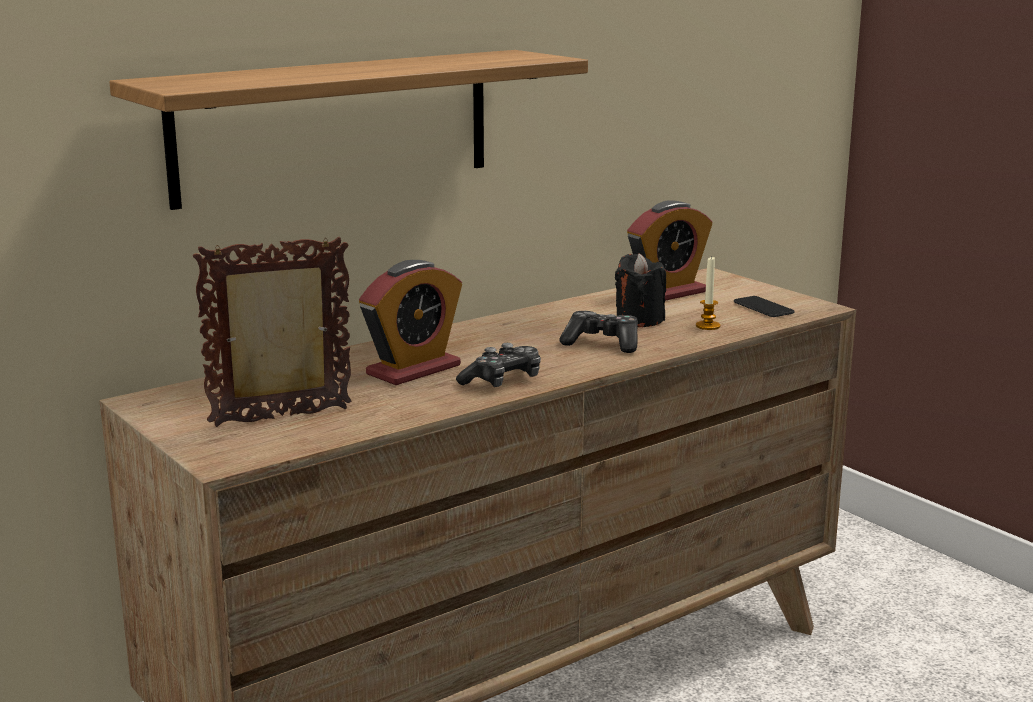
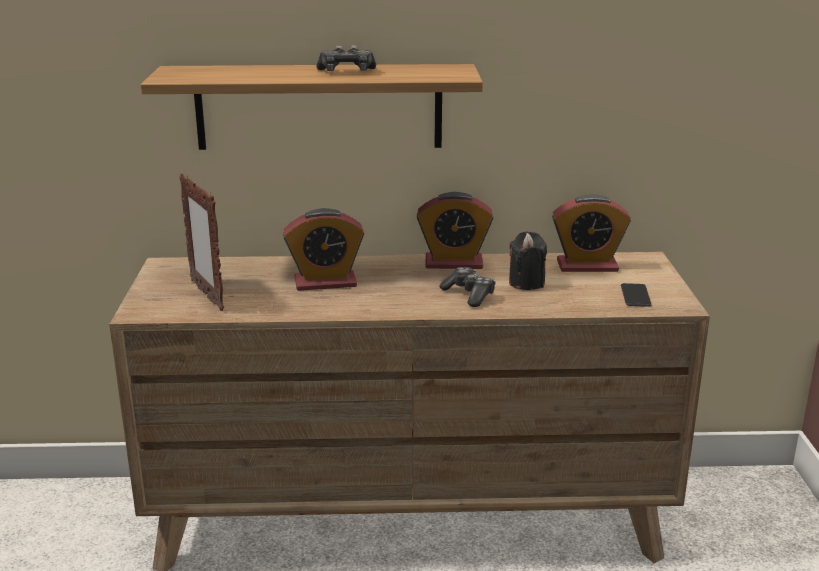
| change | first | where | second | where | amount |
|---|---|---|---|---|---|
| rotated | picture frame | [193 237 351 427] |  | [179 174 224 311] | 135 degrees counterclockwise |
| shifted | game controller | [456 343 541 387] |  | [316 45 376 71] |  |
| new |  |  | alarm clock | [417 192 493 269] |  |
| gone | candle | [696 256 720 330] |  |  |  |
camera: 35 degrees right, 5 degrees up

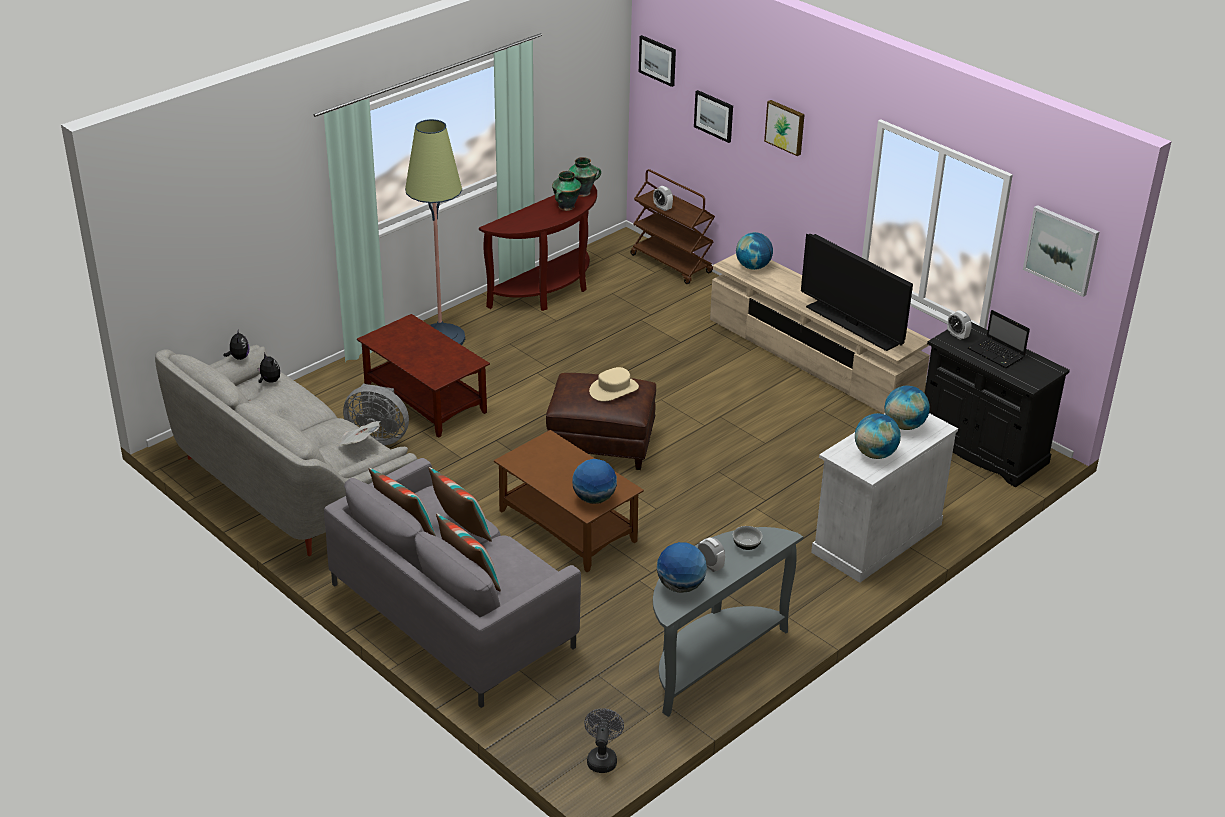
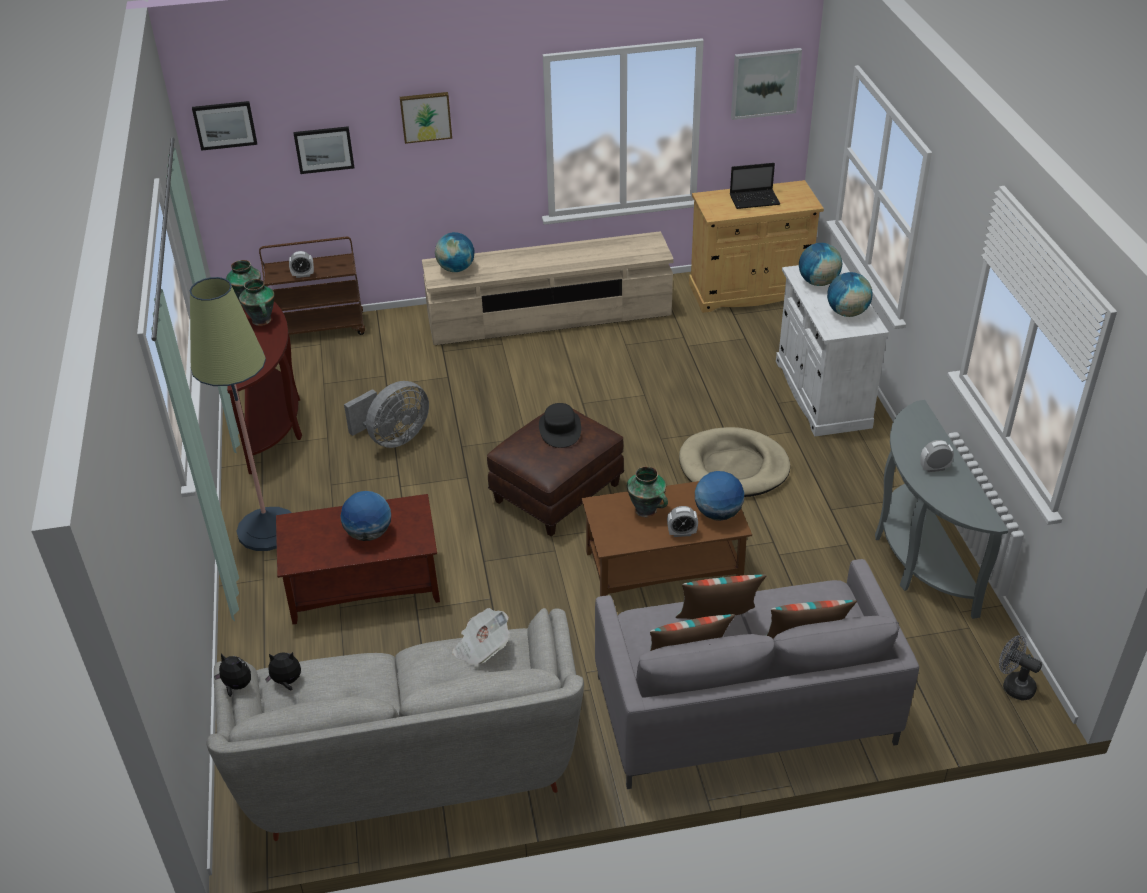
| change | first | where | second | where | amount |
|---|---|---|---|---|---|
| shifted | globe | [657 542 707 593] |  | [341 491 391 541] |  |
| shifted | grey fan | [343 384 409 445] |  | [344 381 429 448] |  |
| repainted | beige hat | [589 367 639 401] | black hat | [539 403 581 448] |  |
| new |  |  | vase | [627 466 668 517] |  |
| shifted | alarm clock | [947 310 972 340] |  | [667 506 698 537] |  |
| new |  |  | beige dog bed | [679 427 790 497] |  |
| repainted | black cabinet | [925 322 1070 487] | beige cabinet | [689 180 824 313] |  |
| gone | bowl | [733 526 763 550] |  |  |  |
| gone | television | [801 233 913 351] |  |  |  |
camera: 55 degrees left, 5 degrees up

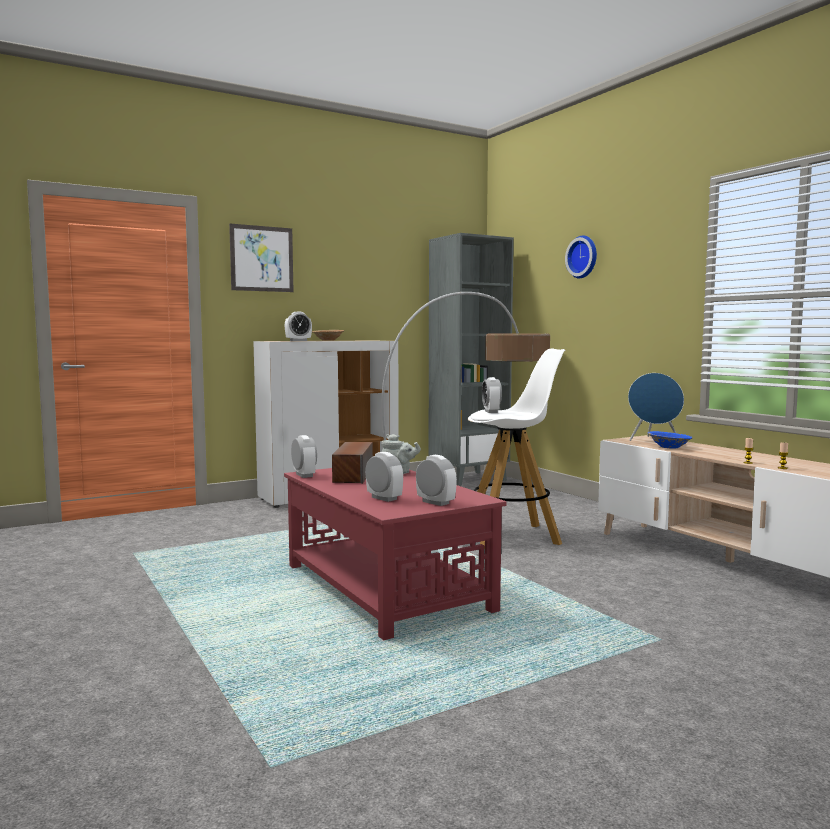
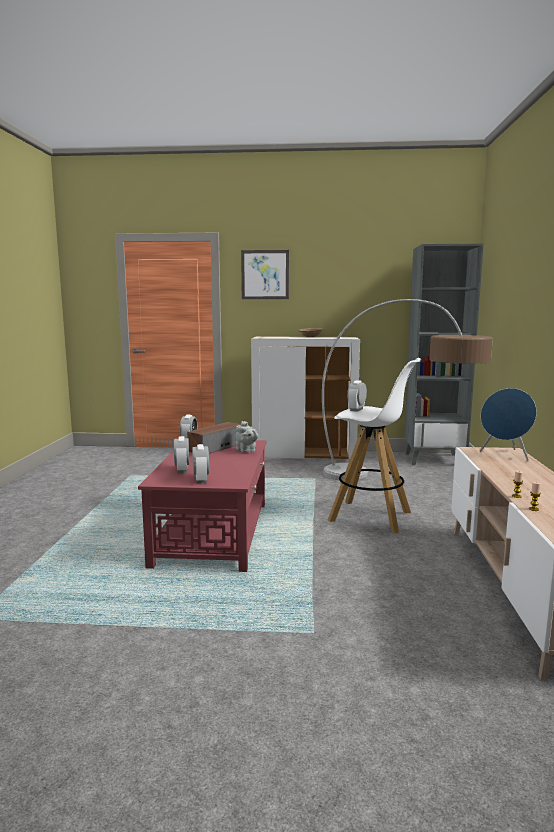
| change | first | where | second | where | amount |
|---|---|---|---|---|---|
| gone | alarm clock | [285 312 312 341] |  |  |  |
| gone | wall clock | [565 236 597 278] |  |  |  |
| gone | blue bowl | [647 431 693 449] |  |  |  |
camera: 35 degrees right, 5 degrees up

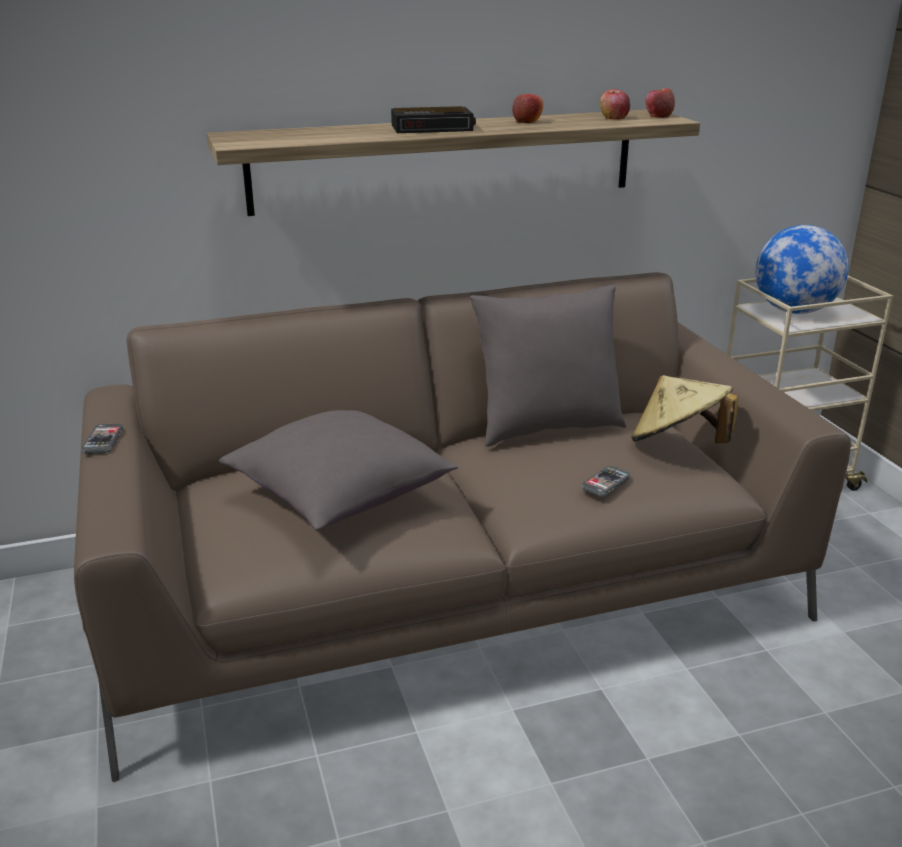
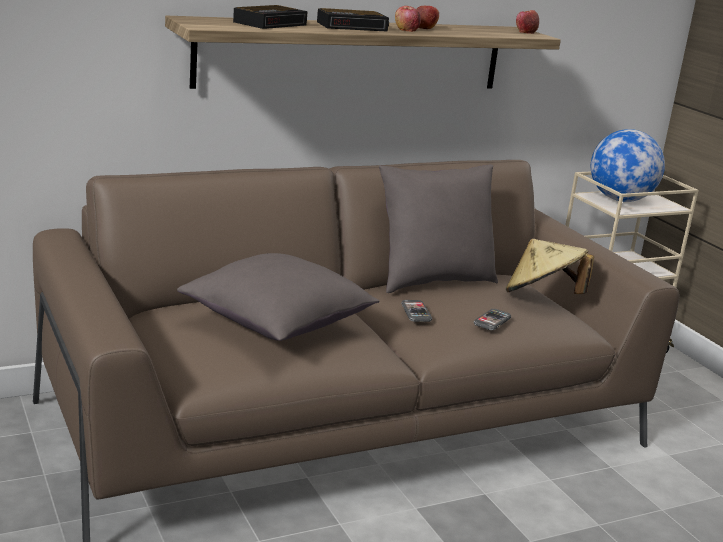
| change | first | where | second | where | amount |
|---|---|---|---|---|---|
| new |  |  | alarm clock | [233 5 308 29] |  |
| shifted | apple | [600 89 630 120] |  | [395 6 421 32] |  |
| shifted | phone | [81 424 124 454] |  | [401 300 432 322] |  |
camera: 10 degrees left, 5 degrees down

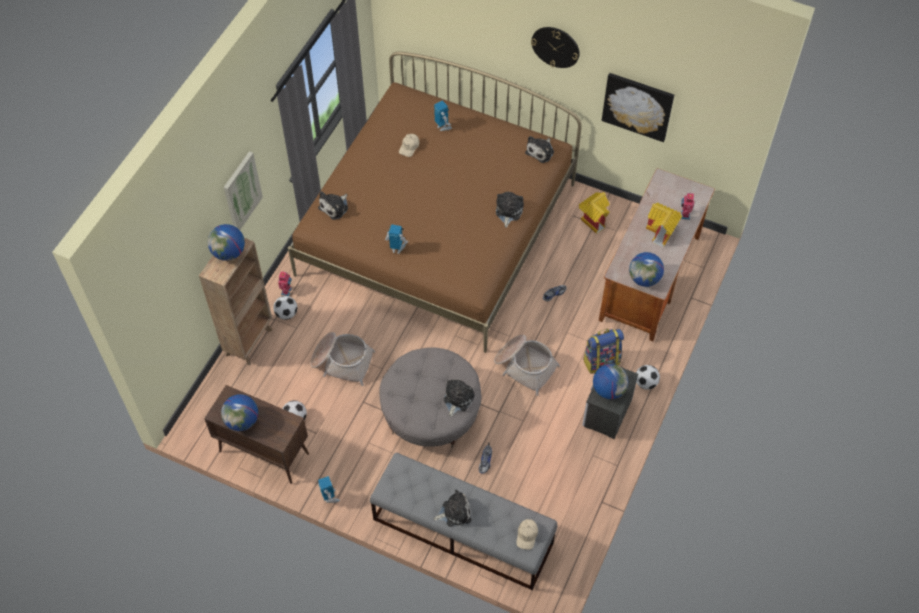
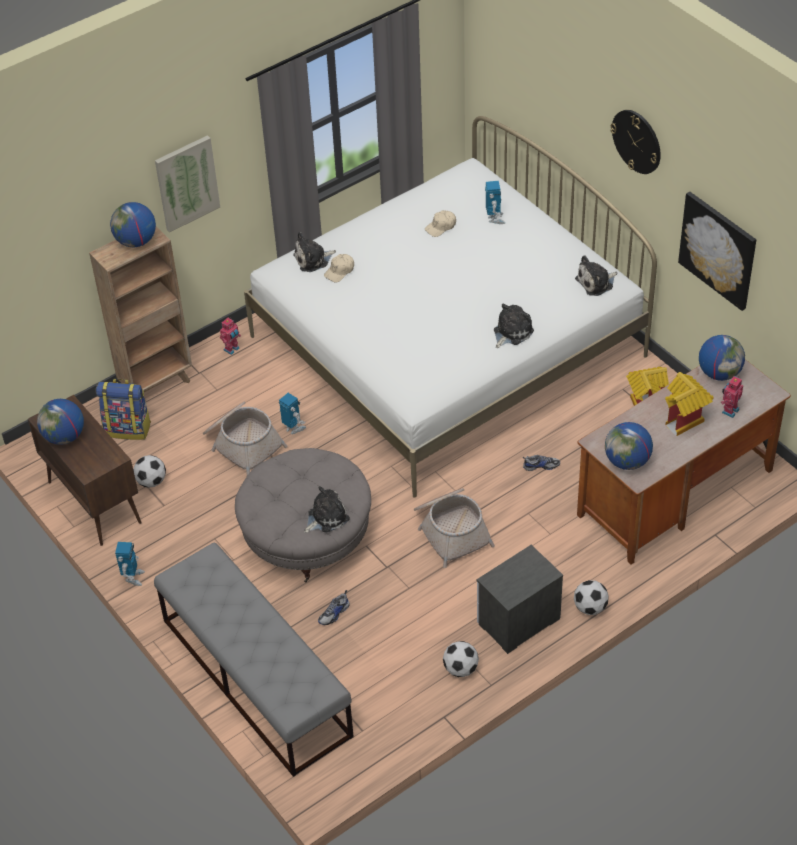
| change | first | where | second | where | amount |
|---|---|---|---|---|---|
| shifted | backpack | [583 329 624 374] |  | [96 379 151 440] |  |
| repainted | brown bed | [288 52 582 353] | white bed | [244 116 657 498] |  |
| shifted | toy robot | [385 224 408 254] |  | [279 393 306 434] |  |
| shifted | beige cap | [516 519 538 550] |  | [324 254 354 282] |  |
| shifted | football | [273 296 298 320] |  | [443 641 479 677] |  |
| shifted | globe | [593 364 629 399] |  | [699 335 745 381] |  |
| gone | plush toy | [433 490 472 527] |  |  |  |
camera: 30 degrees right, 10 degrees down

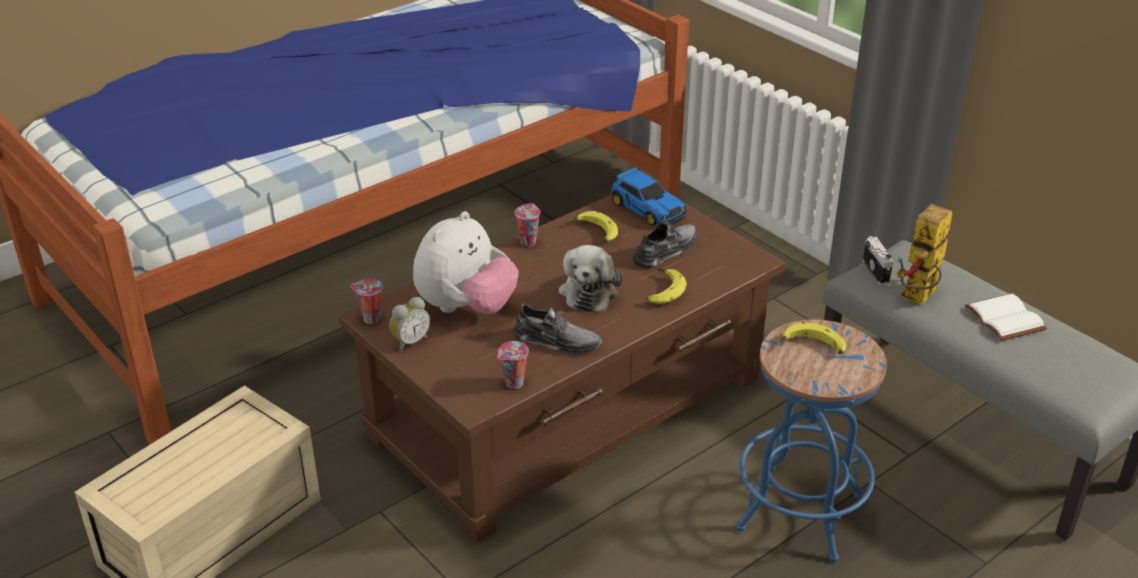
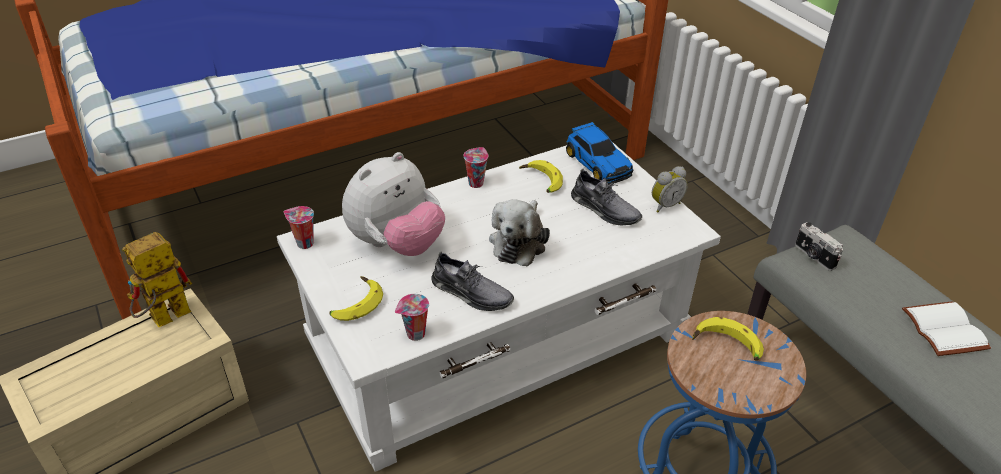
| change | first | where | second | where | amount |
|---|---|---|---|---|---|
| shifted | toy robot | [896 204 953 305] |  | [122 232 192 327] |  |
| repainted | brown coffee table | [338 194 786 543] | white coffee table | [277 142 721 472] |  |
| shifted | banana | [646 268 687 304] |  | [330 276 383 321] |  |
| rotated | grey shoe | [633 221 697 268] |  | [571 169 642 225] | 75 degrees clockwise |
| shifted | alarm clock | [389 297 430 351] |  | [652 166 688 212] |  |
| rotated | photo camera | [863 236 893 285] |  | [795 222 843 271] | 150 degrees clockwise |
camera: 10 degrees right, 5 degrees up

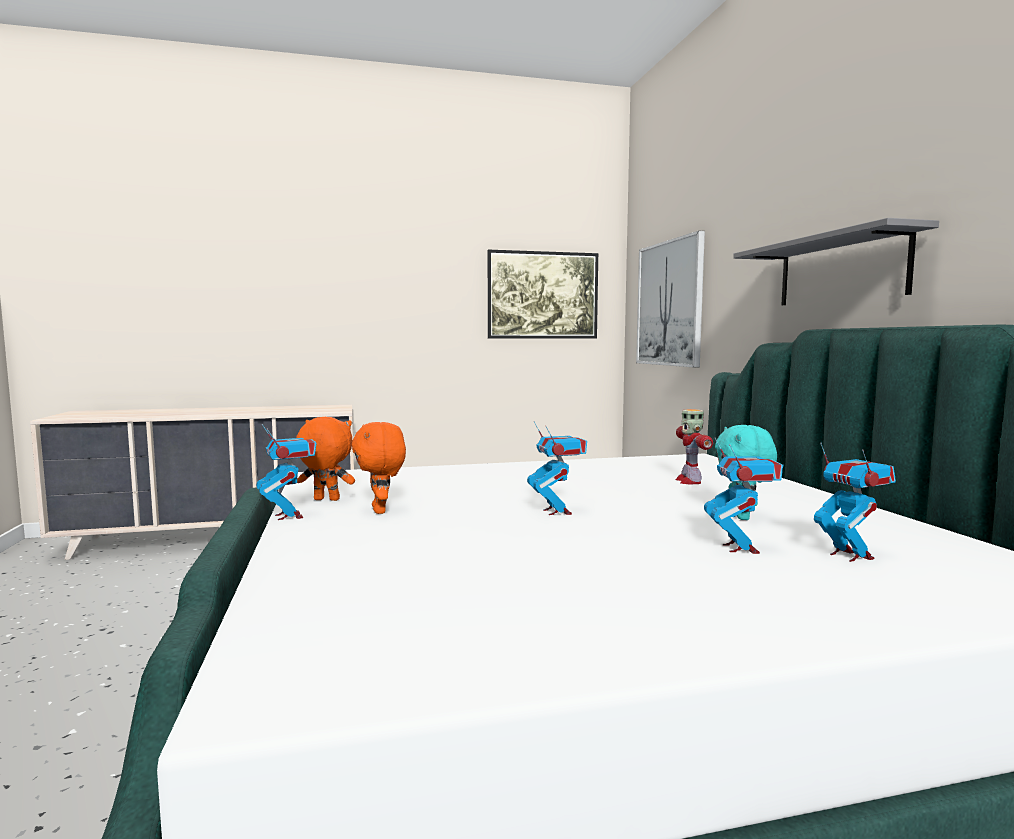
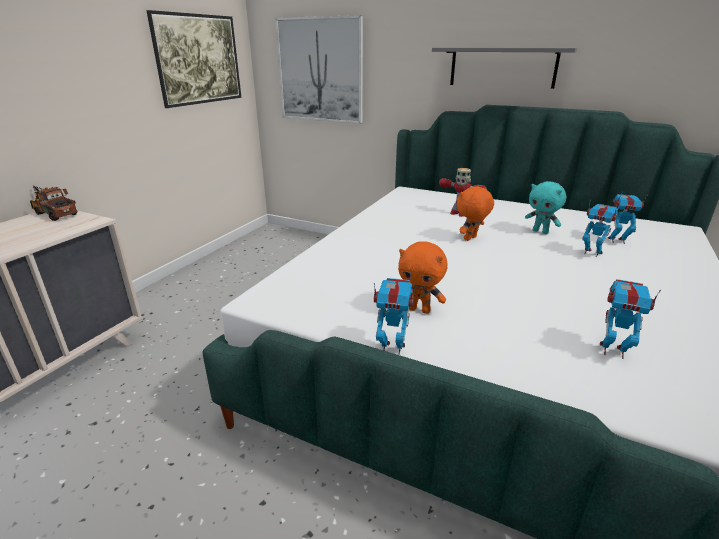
| change | first | where | second | where | amount |
|---|---|---|---|---|---|
| new |  |  | toy truck | [30 185 78 221] |  |
| shifted | orange plush toy | [296 417 355 501] |  | [457 186 494 241] |  |
| shifted | toy robot | [527 421 587 515] |  | [600 279 661 359] |  |
camera: 50 degrees left, 20 degrees up

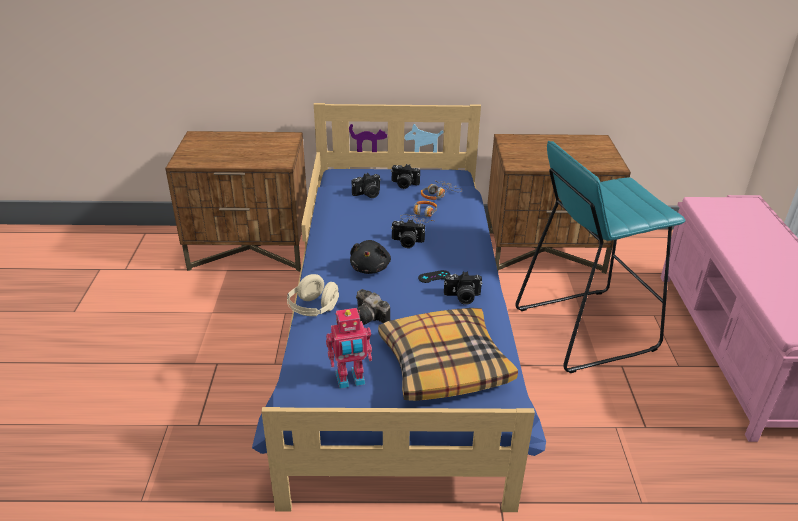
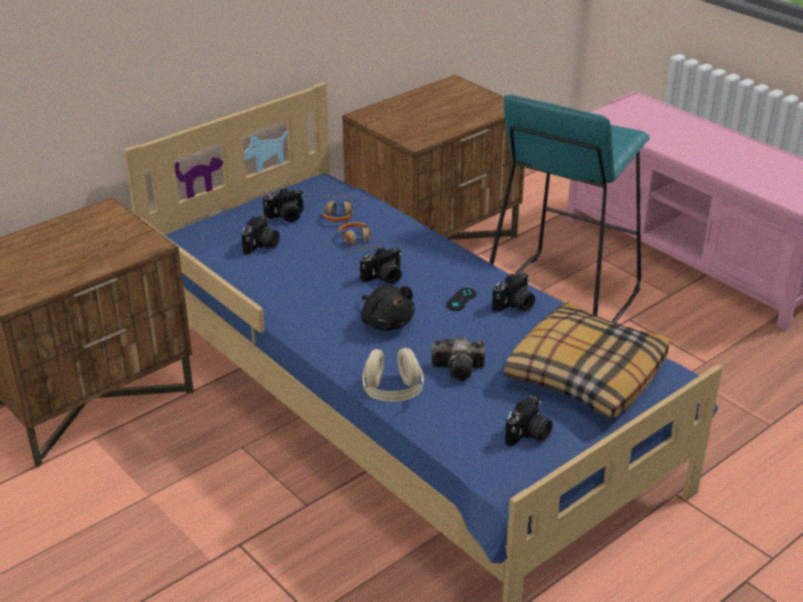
| change | first | where | second | where | amount |
|---|---|---|---|---|---|
| swapped | toy robot | [326 308 372 389] | photo camera | [505 395 553 447] |  |
camera: 40 degrees left, 0 degrees up

